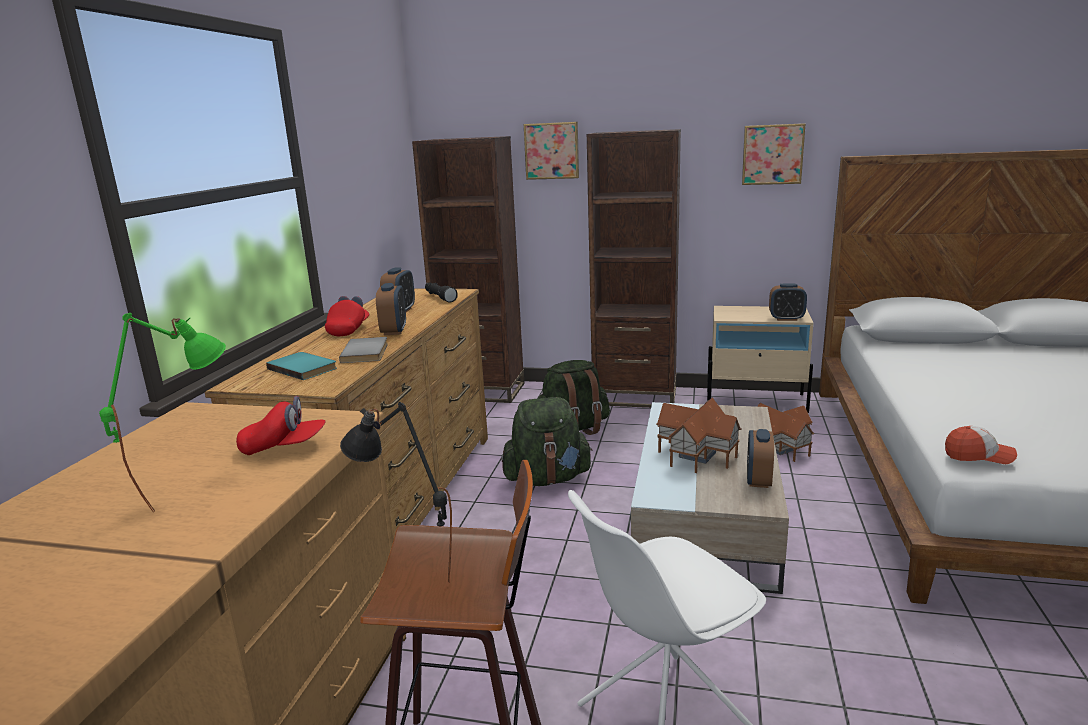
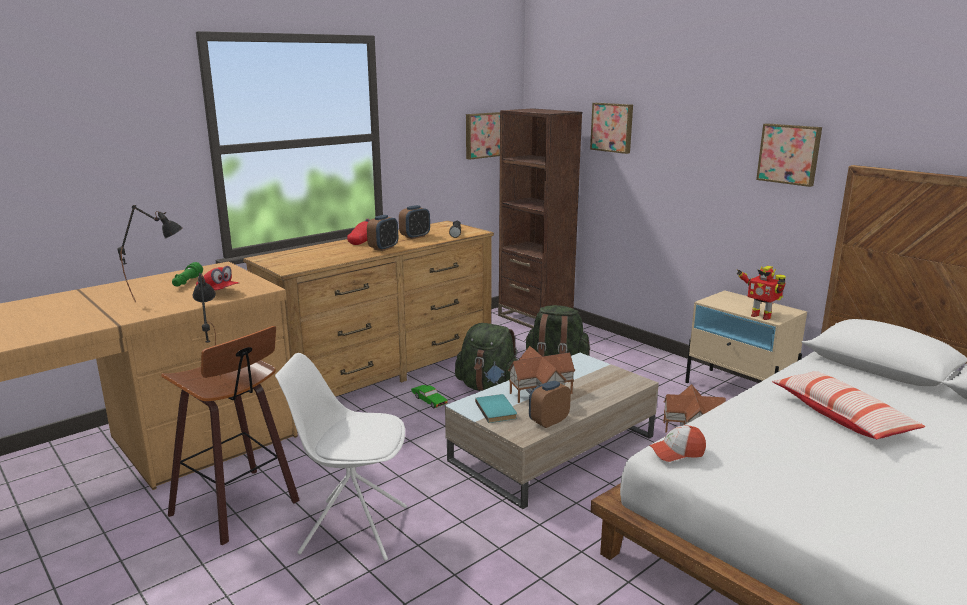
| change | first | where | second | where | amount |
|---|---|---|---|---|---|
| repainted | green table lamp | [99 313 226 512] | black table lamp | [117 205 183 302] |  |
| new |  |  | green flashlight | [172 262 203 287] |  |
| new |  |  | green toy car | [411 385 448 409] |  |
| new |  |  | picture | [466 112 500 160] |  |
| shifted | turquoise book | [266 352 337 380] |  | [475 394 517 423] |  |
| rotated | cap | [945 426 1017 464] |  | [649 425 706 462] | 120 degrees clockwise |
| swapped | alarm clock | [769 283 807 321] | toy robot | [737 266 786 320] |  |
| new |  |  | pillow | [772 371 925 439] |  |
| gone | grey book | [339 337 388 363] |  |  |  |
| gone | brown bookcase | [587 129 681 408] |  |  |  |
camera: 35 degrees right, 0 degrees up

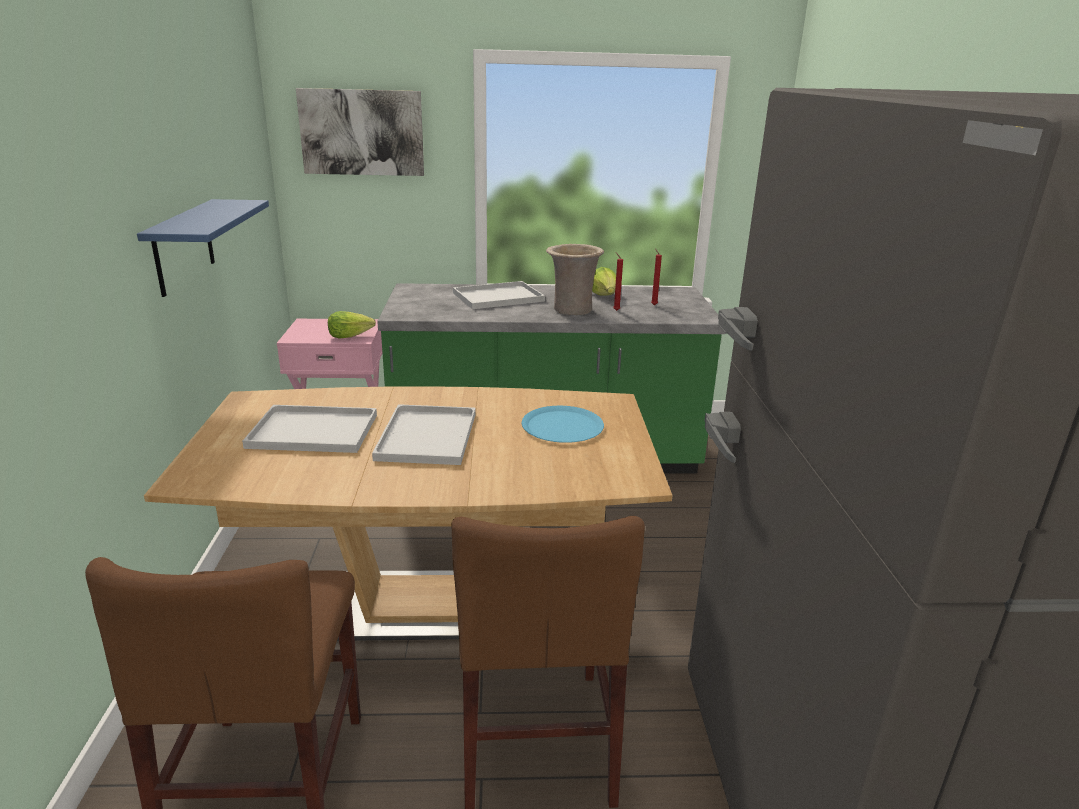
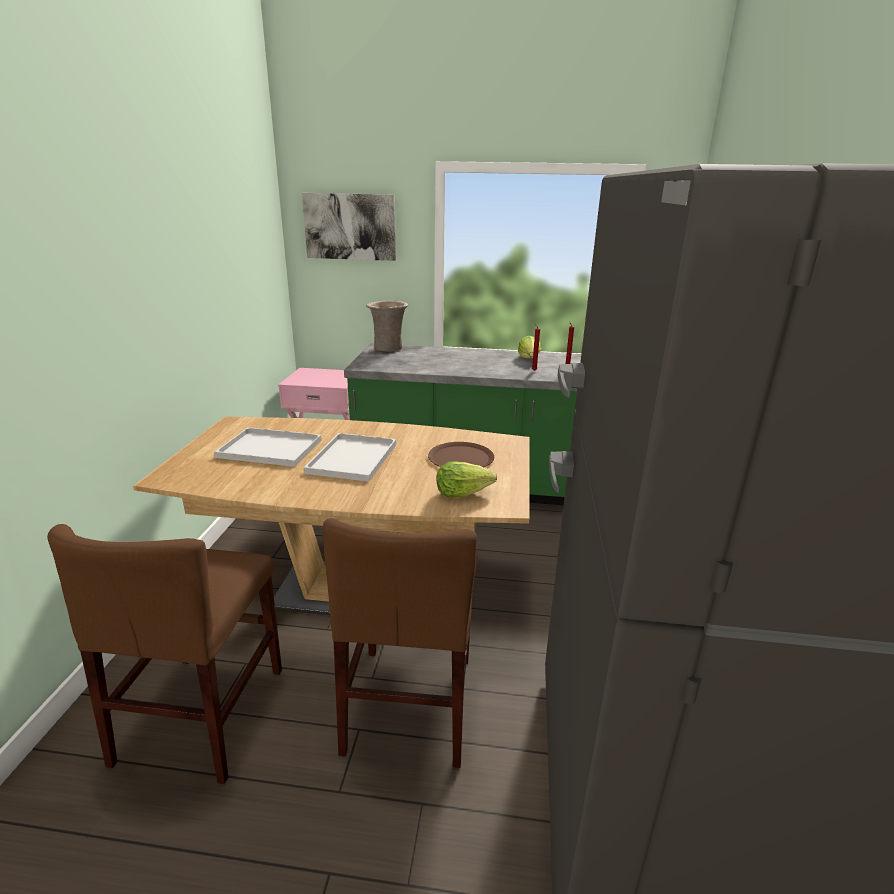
| change | first | where | second | where | amount |
|---|---|---|---|---|---|
| shifted | beige vase | [546 244 604 315] |  | [366 301 408 352] |  |
| repainted | blue plate | [522 406 604 443] | brown plate | [428 442 494 467] |  |
| shifted | lettuce | [328 311 376 338] |  | [437 461 497 498] |  |
| gone | blue shelf | [137 199 269 297] |  |  |  |
| gone | white tray | [453 281 545 309] |  |  |  |
camera: 10 degrees right, 0 degrees up

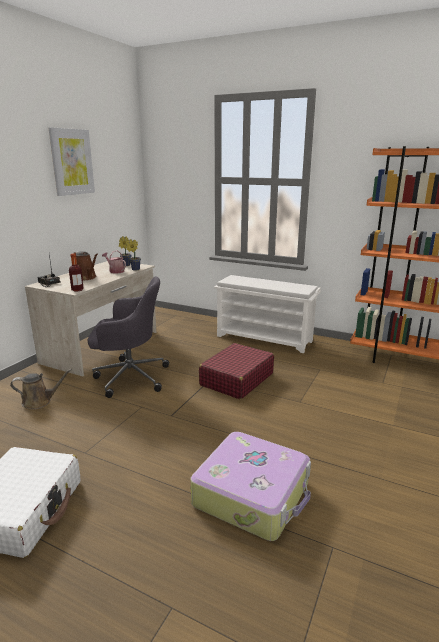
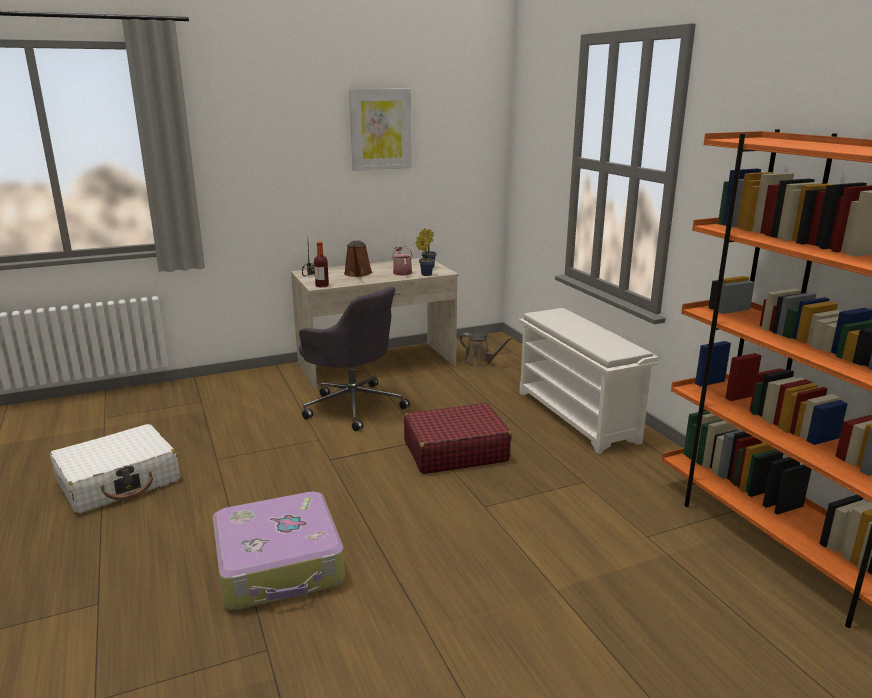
| change | first | where | second | where | amount |
|---|---|---|---|---|---|
| shifted | brown watering can | [10 369 72 410] |  | [459 333 514 367] |  |
camera: 40 degrees right, 0 degrees up

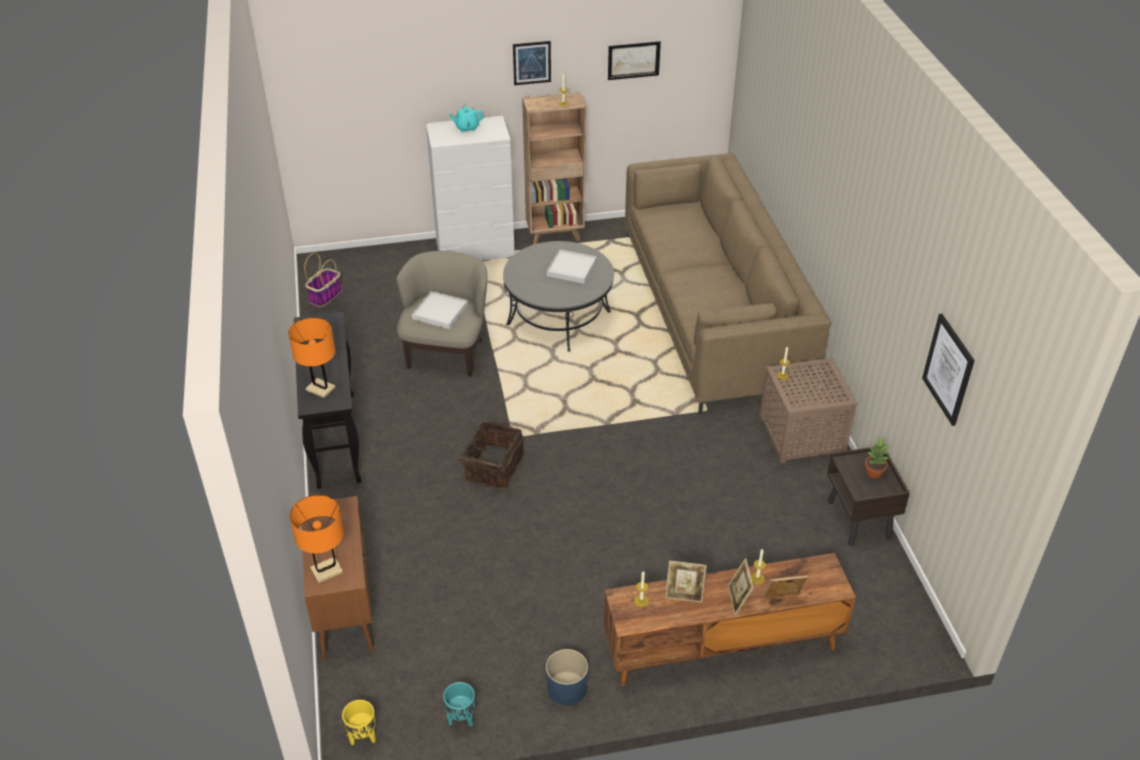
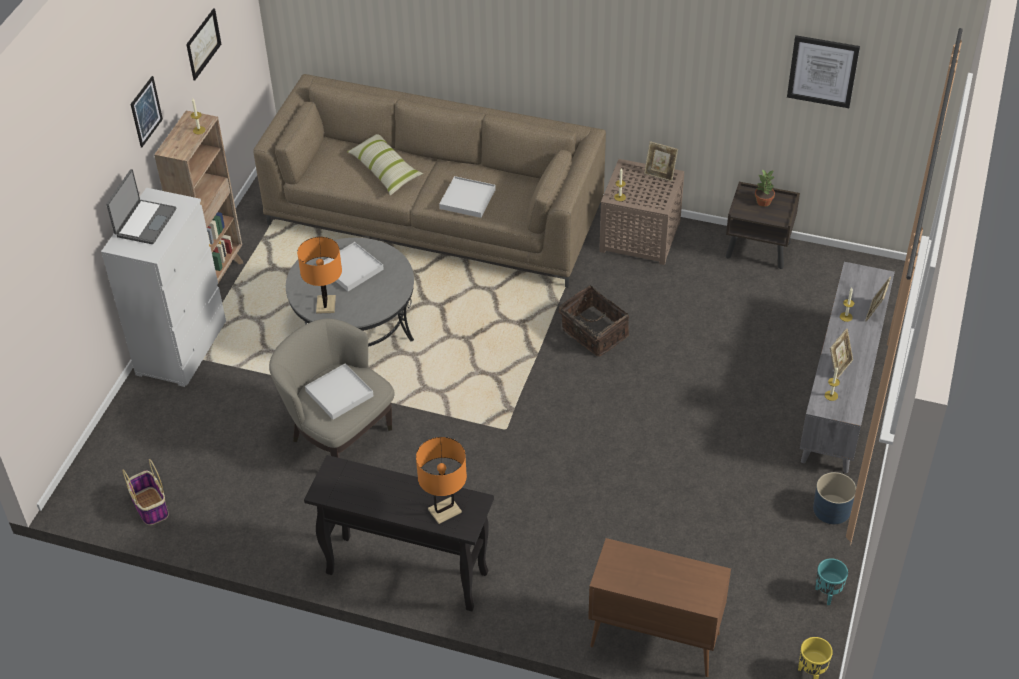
| change | first | where | second | where | amount |
|---|---|---|---|---|---|
| swapped | turquoise teapot | [449 105 483 132] | laptop | [106 169 176 244] |  |
| shifted | orange table lamp | [290 495 344 583] |  | [297 237 342 314] |  |
| new |  |  | pillow | [347 134 423 195] |  |
| new |  |  | white tray | [439 176 496 218] |  |
| shifted | basket | [451 422 524 489] |  | [559 285 629 357] |  |
| shifted | picture frame | [728 558 754 615] |  | [644 141 678 181] |  |
| repainted | brown tv stand | [604 553 856 686] | grey tv stand | [800 262 895 473] |  |
camera: 60 degrees left, 5 degrees up

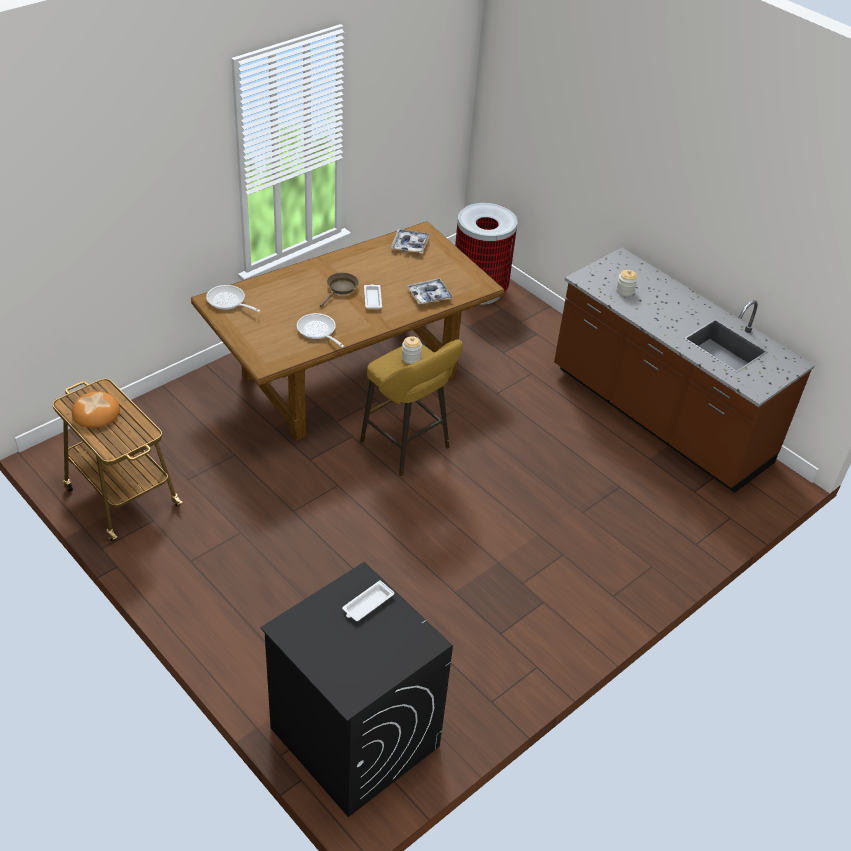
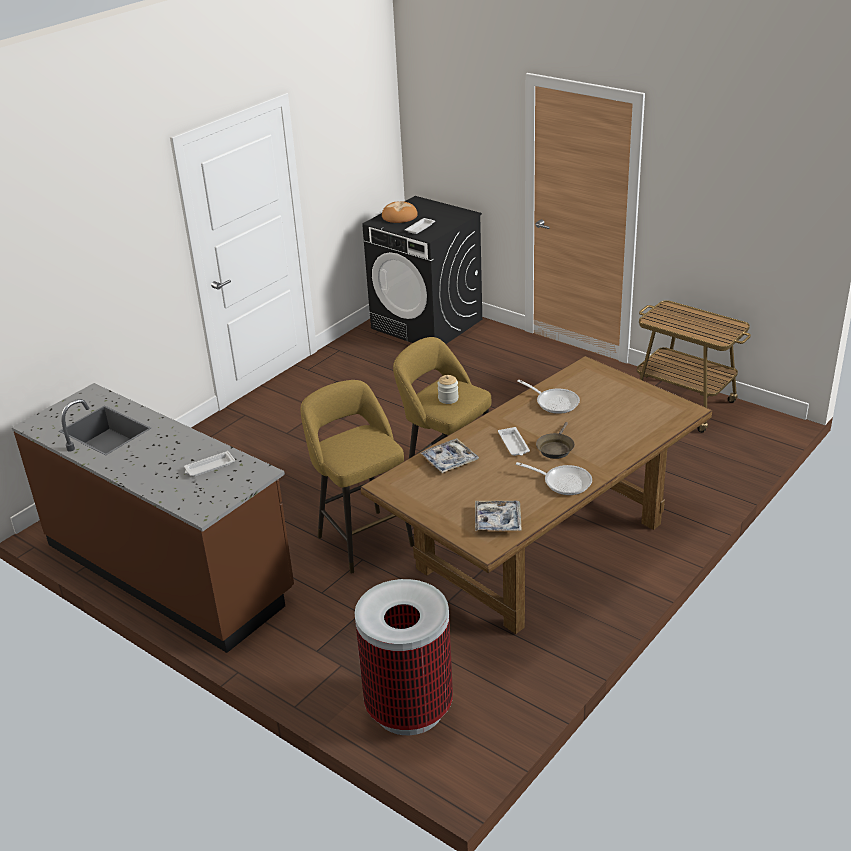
| change | first | where | second | where | amount |
|---|---|---|---|---|---|
| swapped | jar | [616 270 638 296] | white tray | [184 451 235 477] |  |
| new |  |  | yellow stool | [300 380 414 573] |  |
| shifted | bread | [72 392 120 428] |  | [382 202 418 223] |  |
| shifted | frying pan | [206 285 261 312] |  | [516 462 592 495] |  |
camera: 175 degrees right, 10 degrees down

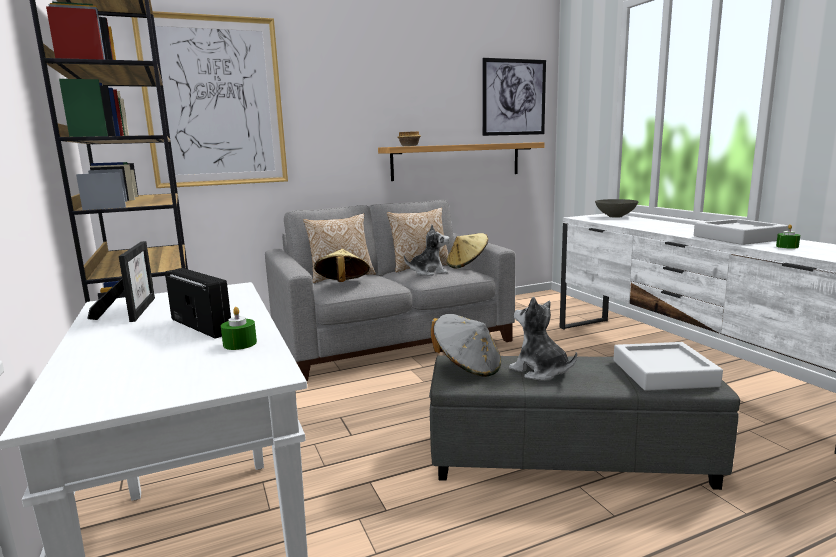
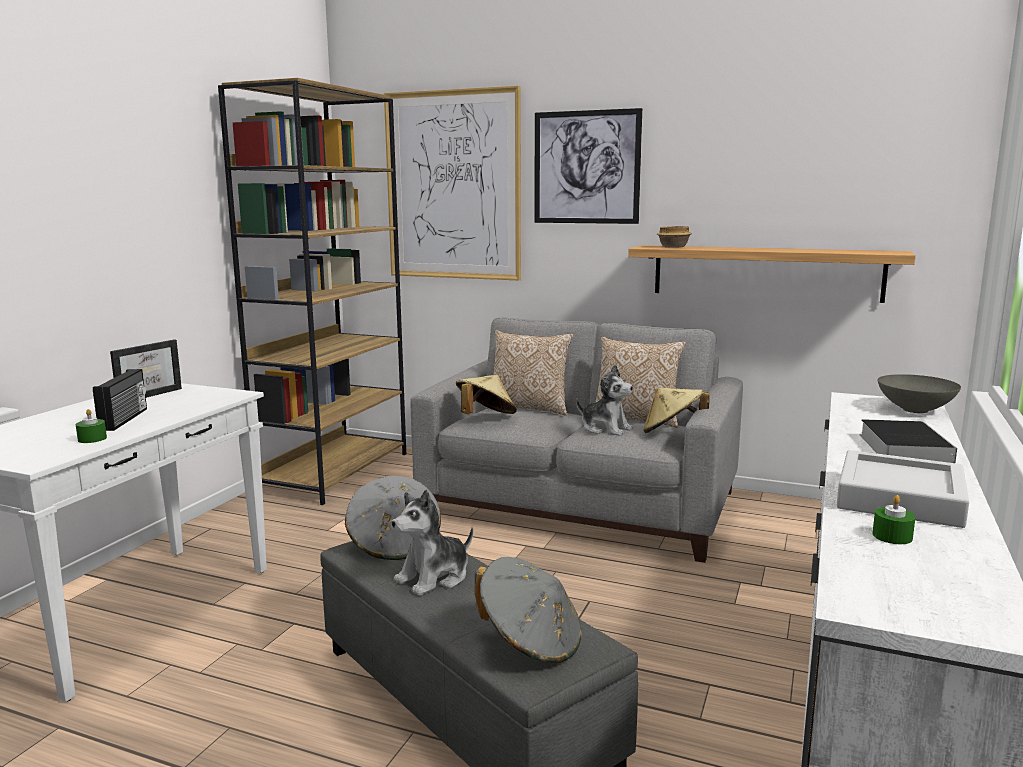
| change | first | where | second | where | amount |
|---|---|---|---|---|---|
| rotated | plush toy | [509 297 577 381] |  | [391 489 473 596] | 135 degrees counterclockwise |
| swapped | grey tray | [614 342 723 391] | grey hat | [475 557 582 663] |  |
| shifted | picture | [482 58 546 136] |  | [535 108 642 224] |  |
| new |  |  | book | [860 419 957 463] |  |
camera: 45 degrees right, 0 degrees up

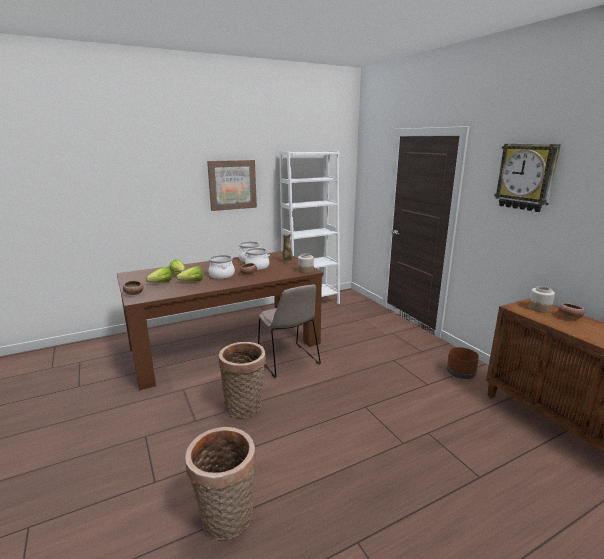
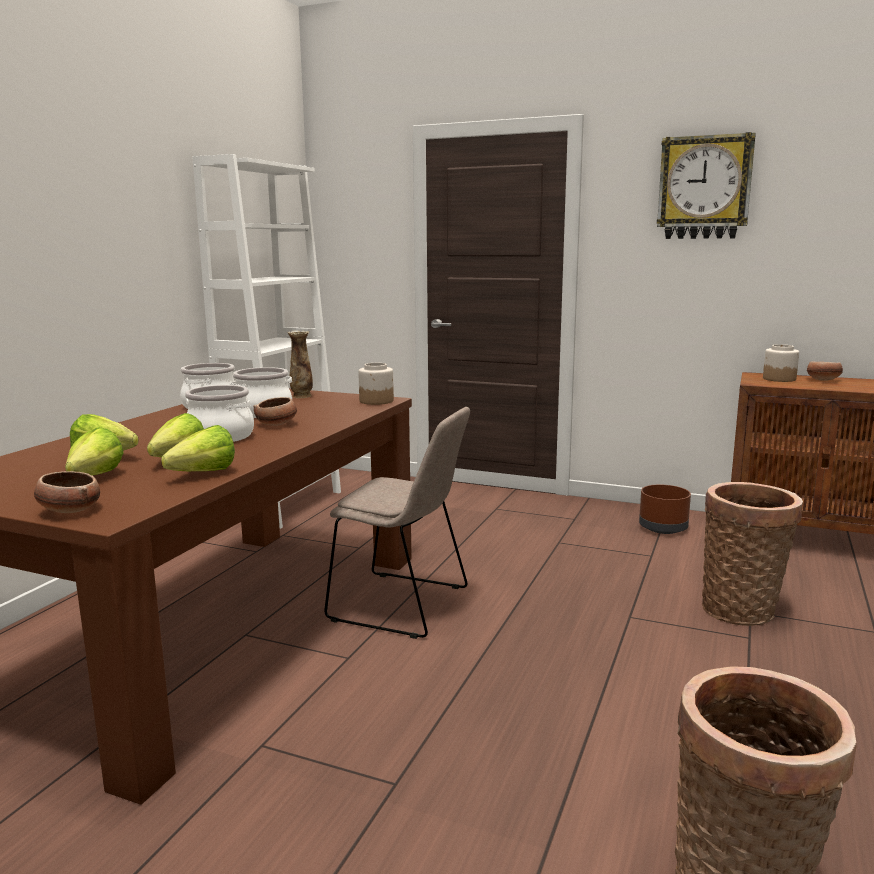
| change | first | where | second | where | amount |
|---|---|---|---|---|---|
| new |  |  | lettuce | [161 425 235 471] |  |
| shifted | basket | [219 342 266 418] |  | [702 482 803 626] |  |
| gone | picture | [207 160 257 211] |  |  |  |
camera: 40 degrees left, 5 degrees down

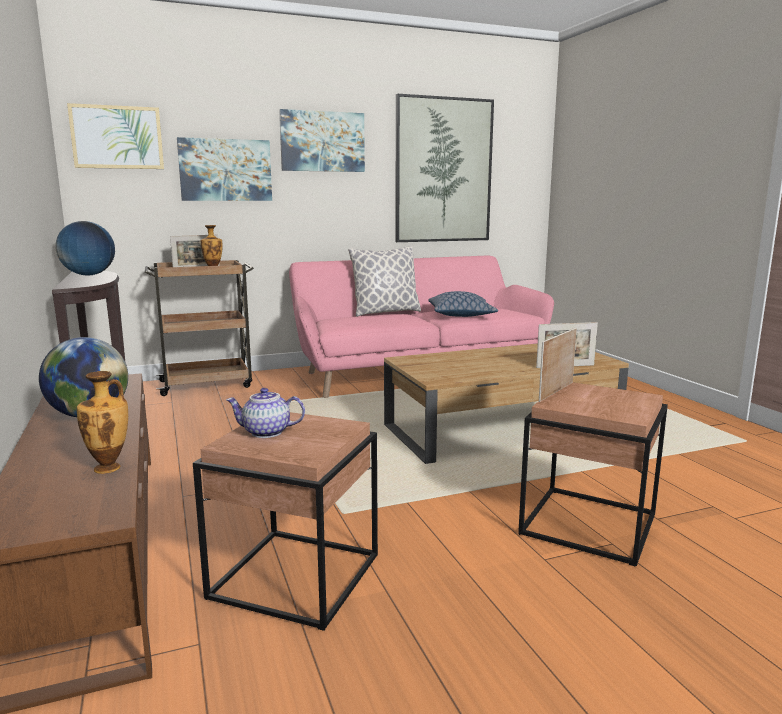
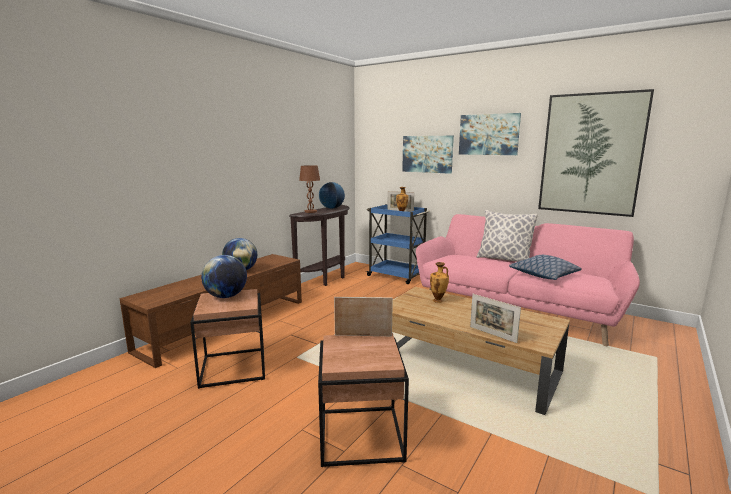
| change | first | where | second | where | amount |
|---|---|---|---|---|---|
| swapped | teapot | [226 388 305 438] | globe | [201 255 247 298] |  |
| new |  |  | brown table lamp | [299 165 320 213] |  |
| repainted | brown cart | [145 260 254 396] | blue cart | [366 204 430 284] |  |
| shifted | vase | [77 371 128 474] |  | [430 262 449 303] |  |
| gone | picture | [67 103 164 169] |  |  |  |
camera: 55 degrees right, 0 degrees up

